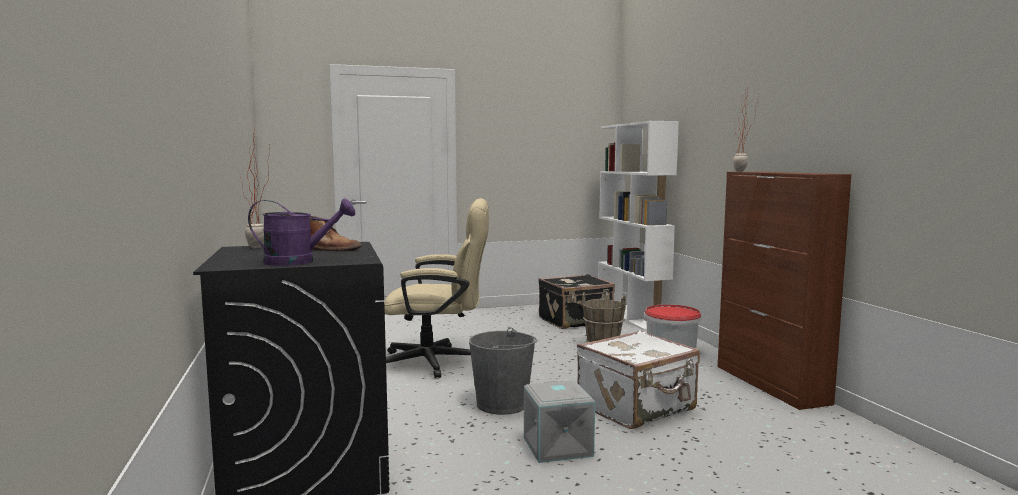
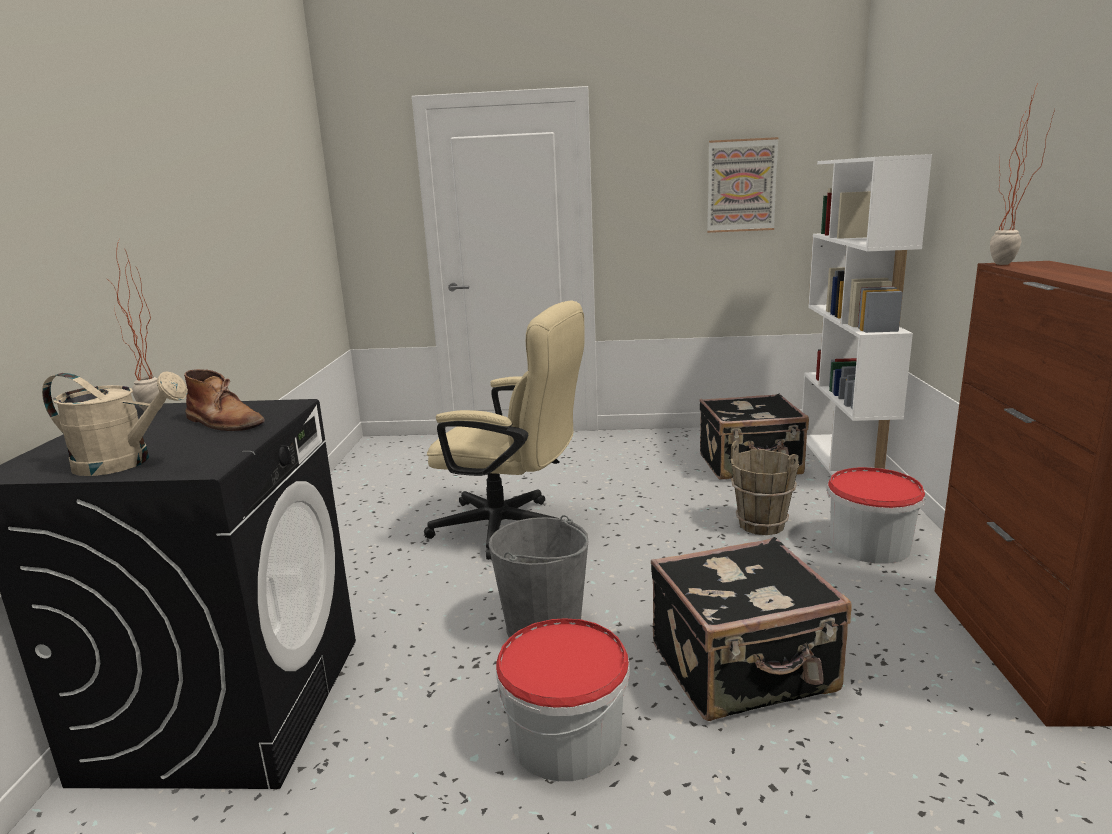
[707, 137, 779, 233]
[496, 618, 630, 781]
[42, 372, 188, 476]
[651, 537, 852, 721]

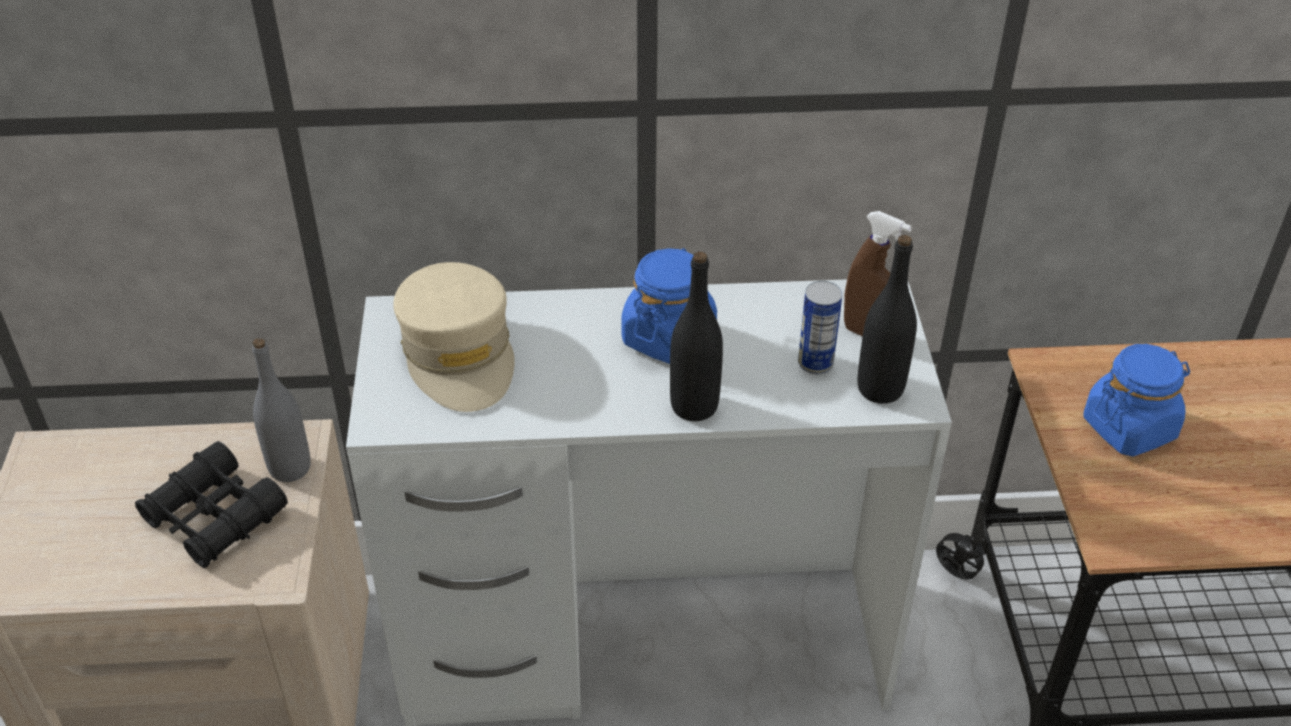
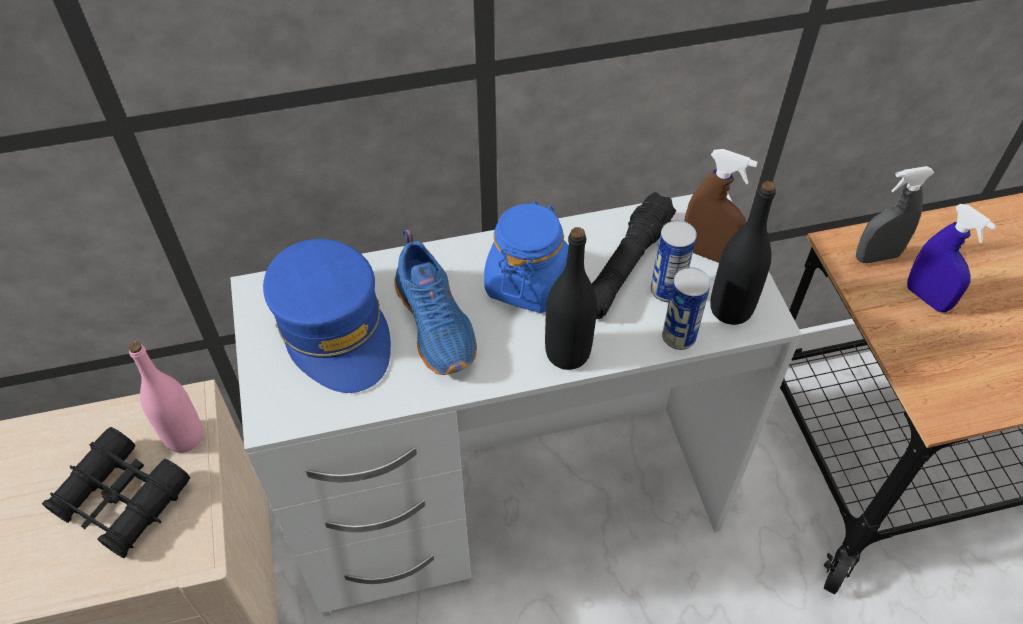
[394, 229, 477, 375]
[592, 192, 676, 319]
[662, 267, 711, 350]
[856, 166, 934, 264]
[907, 204, 996, 313]
[129, 342, 203, 453]
[263, 239, 391, 393]

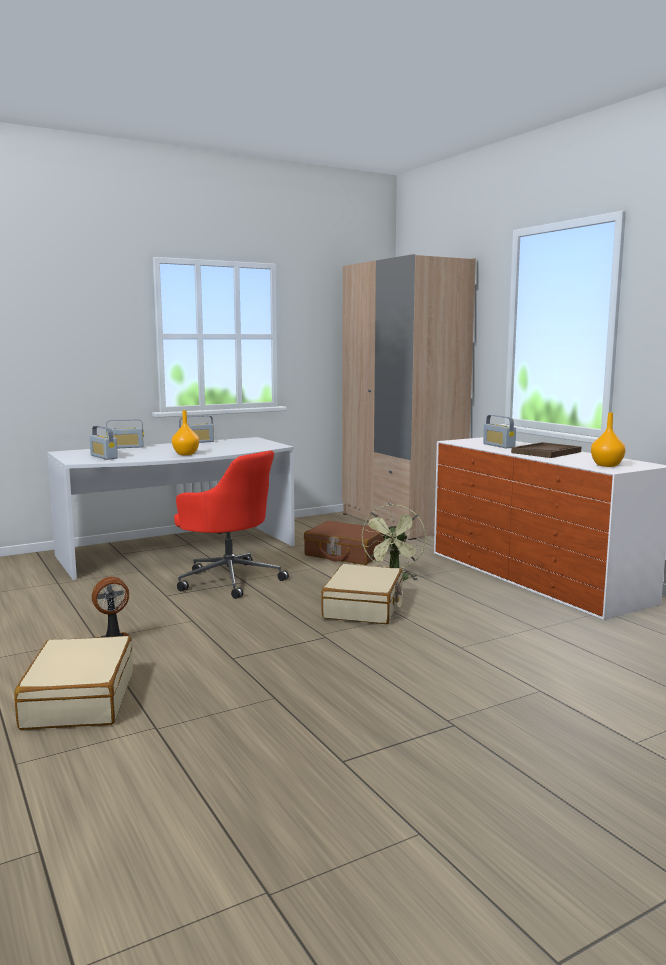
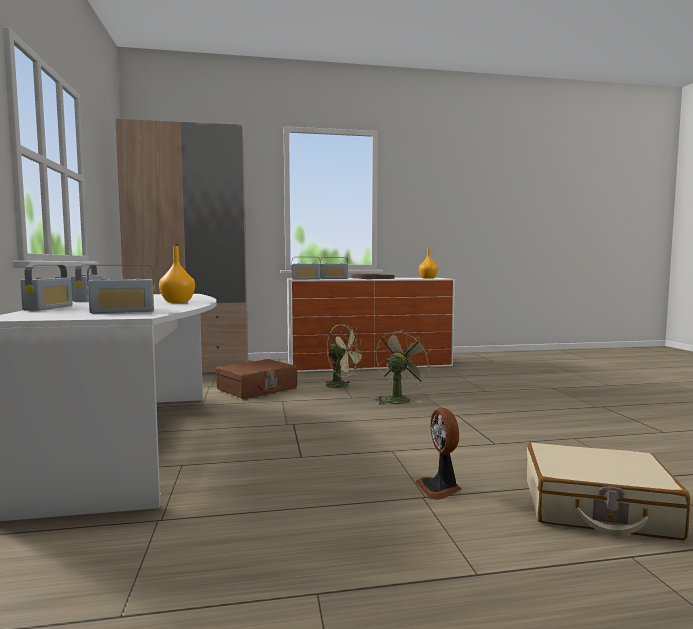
[174, 450, 289, 599] (first image)
[291, 257, 321, 279]
[375, 329, 430, 405]

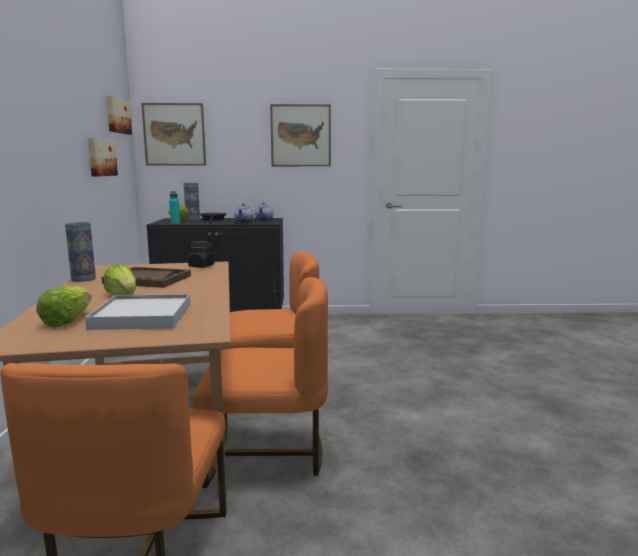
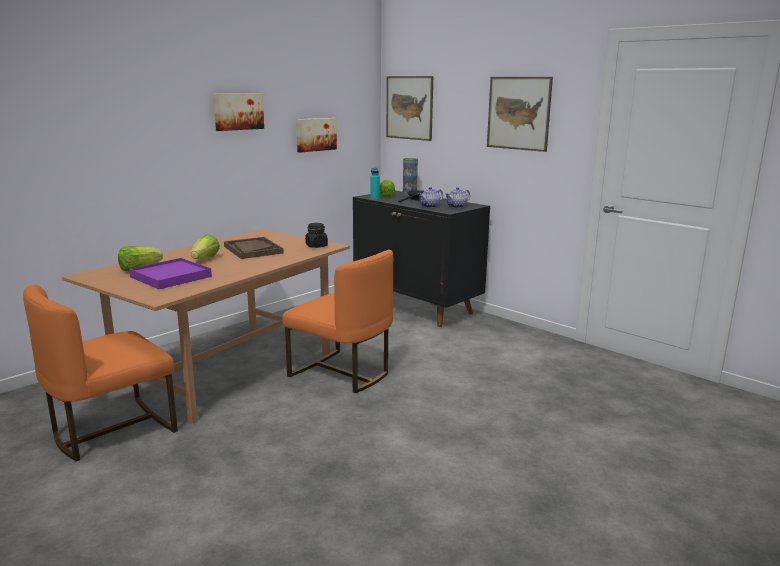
[65, 222, 96, 282] (first image)
[193, 277, 328, 488] (first image)
[213, 93, 264, 131]
[129, 258, 212, 289]

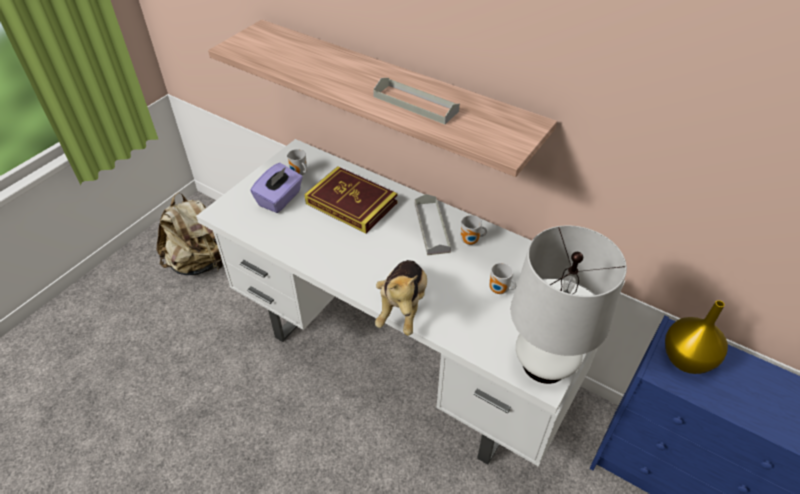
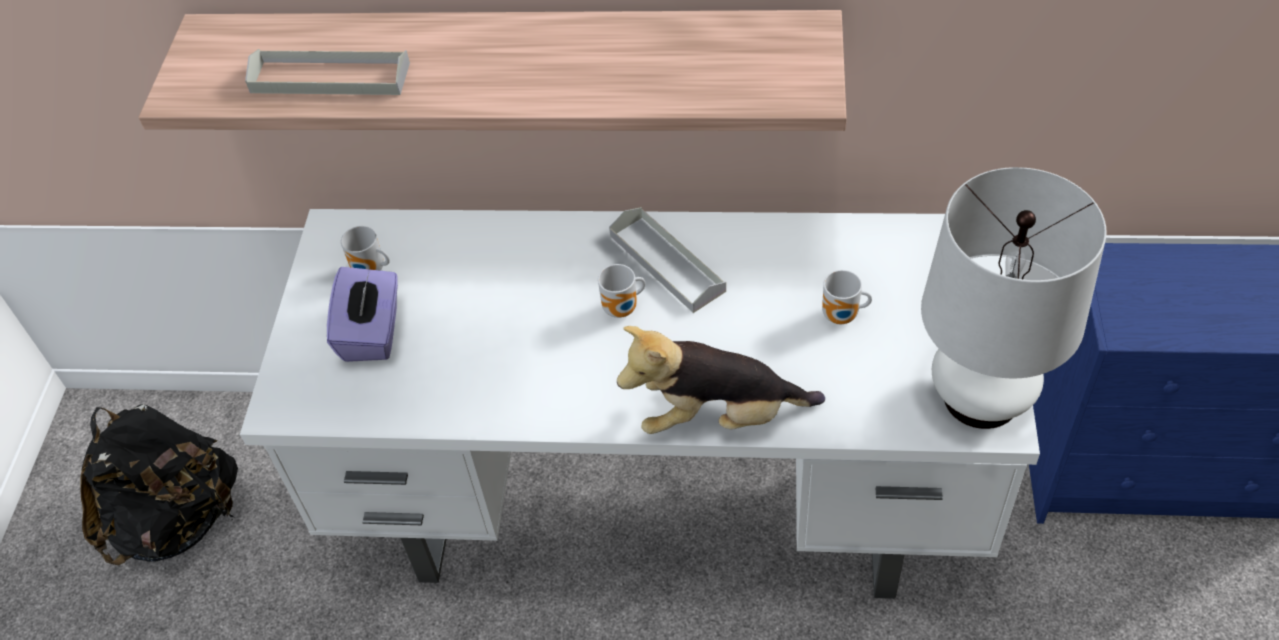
[304, 166, 397, 234] (first image)
[665, 300, 728, 374] (first image)
[245, 49, 410, 95]
[598, 264, 646, 318]
[80, 404, 238, 565]
[617, 326, 825, 434]

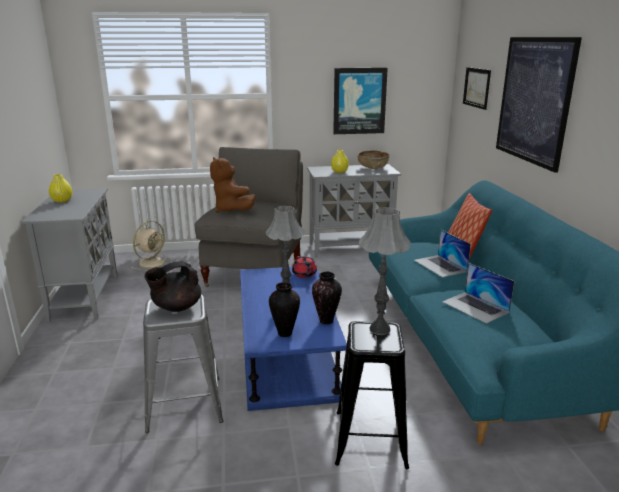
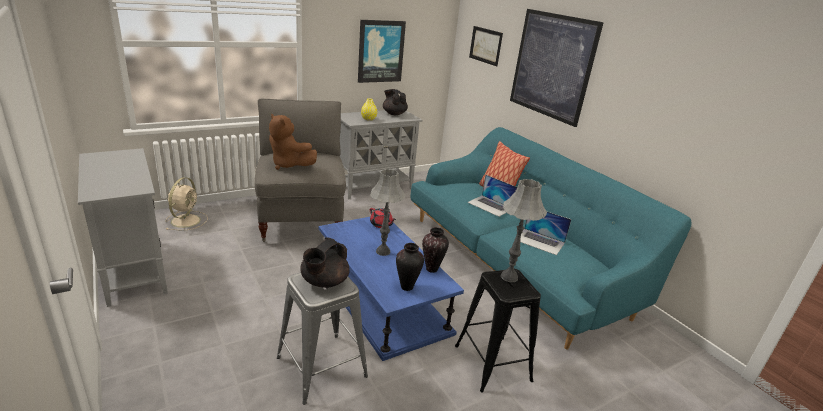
[49, 174, 72, 203] (first image)
[383, 89, 408, 115]

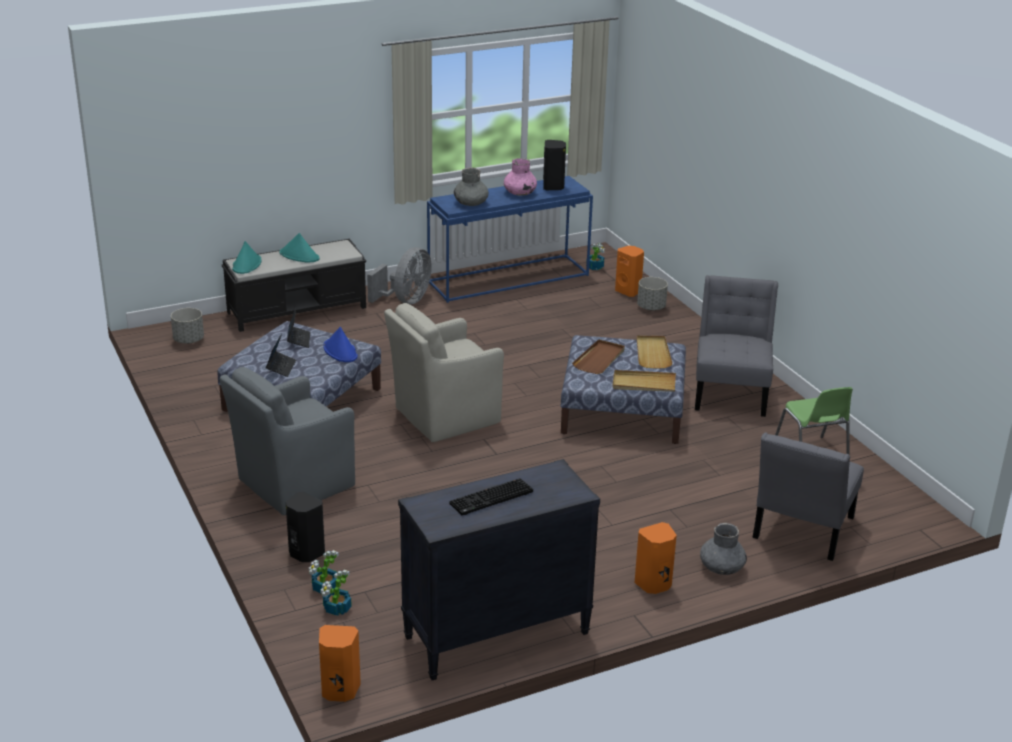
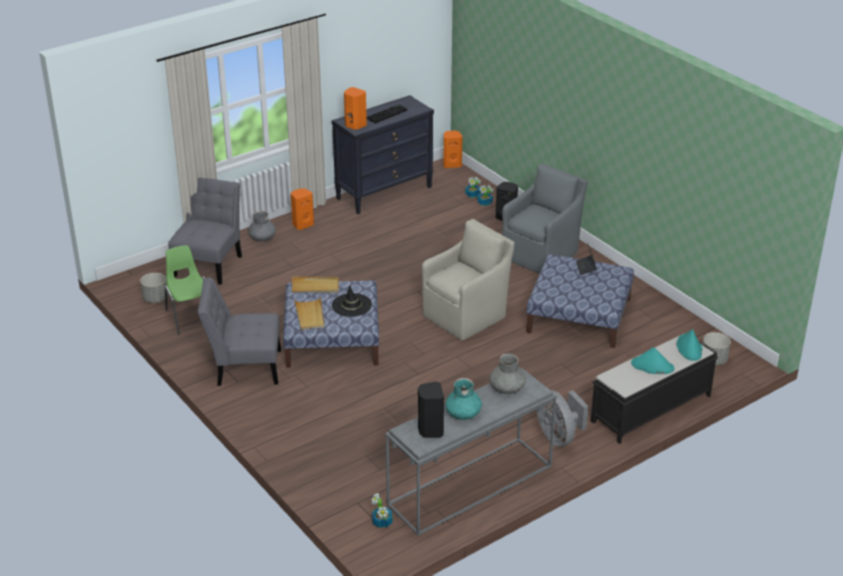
[287, 308, 310, 348] (first image)
[323, 327, 358, 362] (first image)
[344, 87, 367, 130]
[140, 273, 168, 303]
[332, 286, 372, 317]
[386, 368, 556, 536]
[445, 378, 482, 420]
[537, 390, 589, 447]
[198, 277, 281, 386]

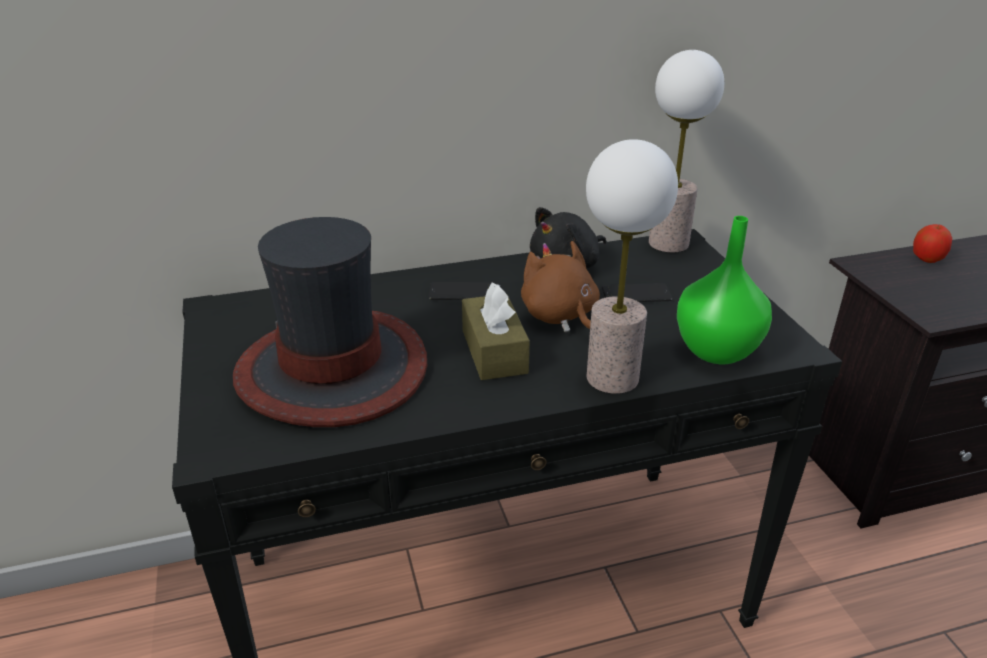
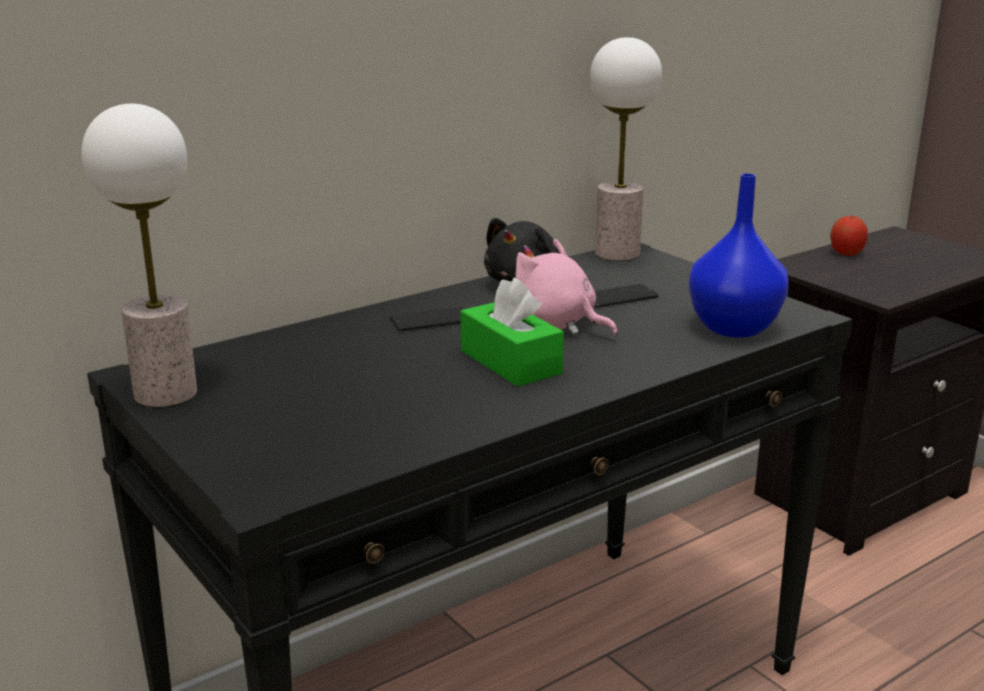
[233, 217, 427, 427] (first image)
[81, 104, 197, 407]
[461, 278, 564, 386]
[516, 239, 618, 336]
[689, 173, 789, 338]

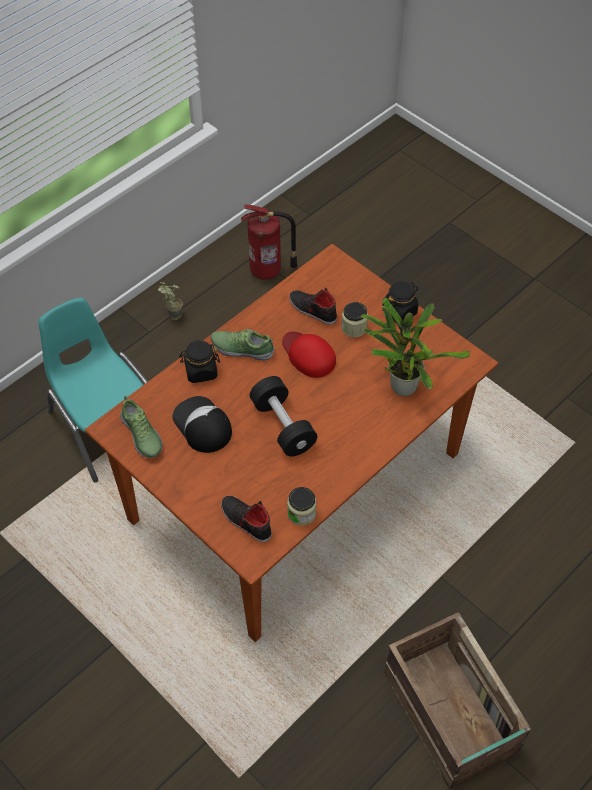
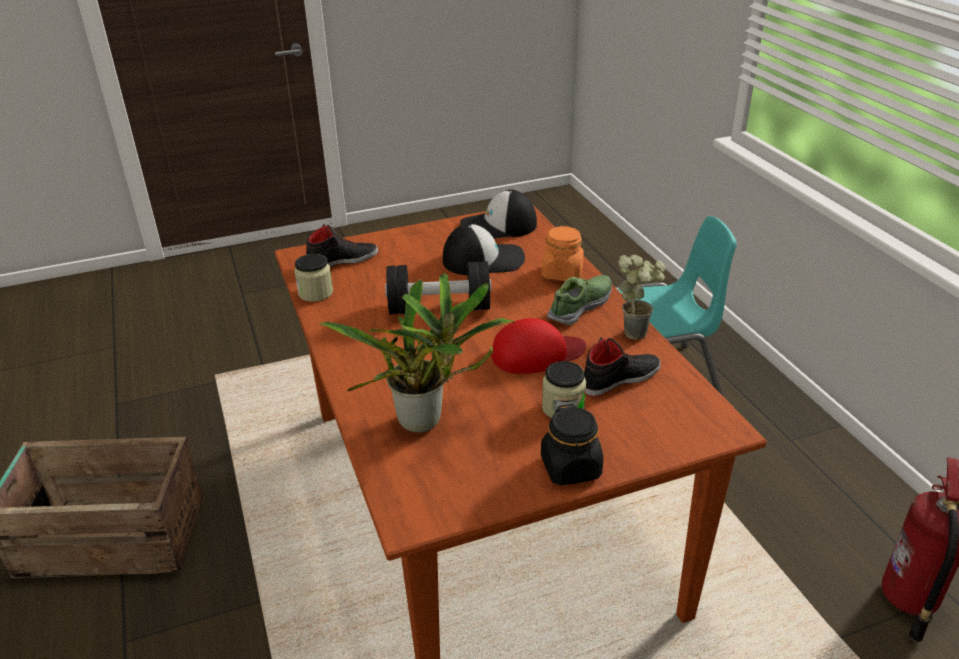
[618, 255, 665, 340]
[460, 189, 537, 239]
[542, 226, 584, 281]

